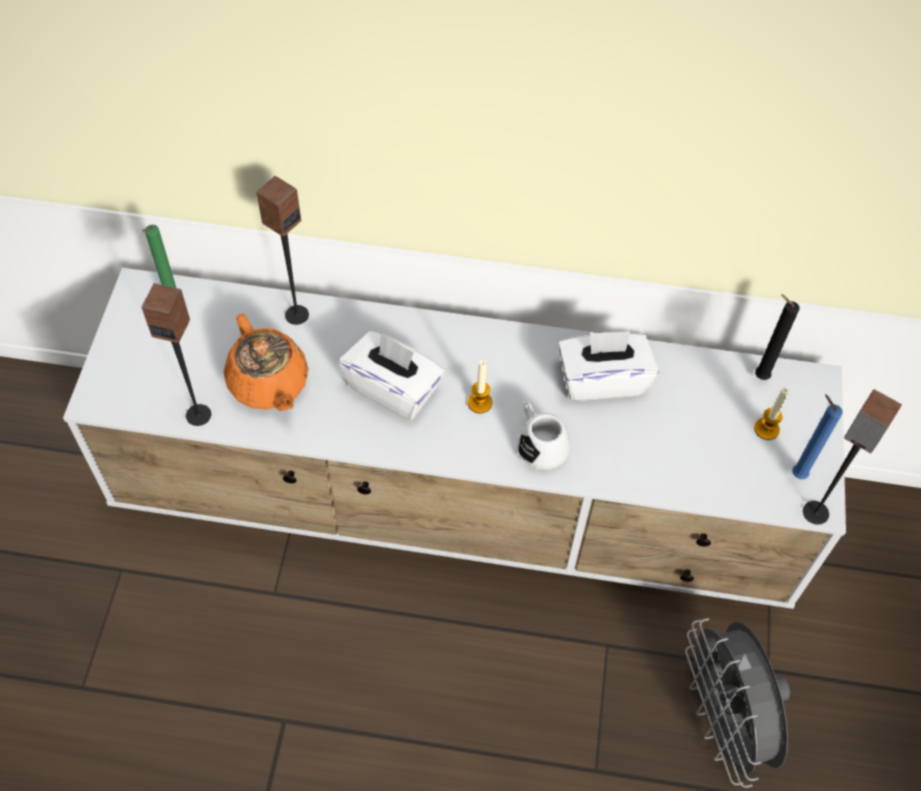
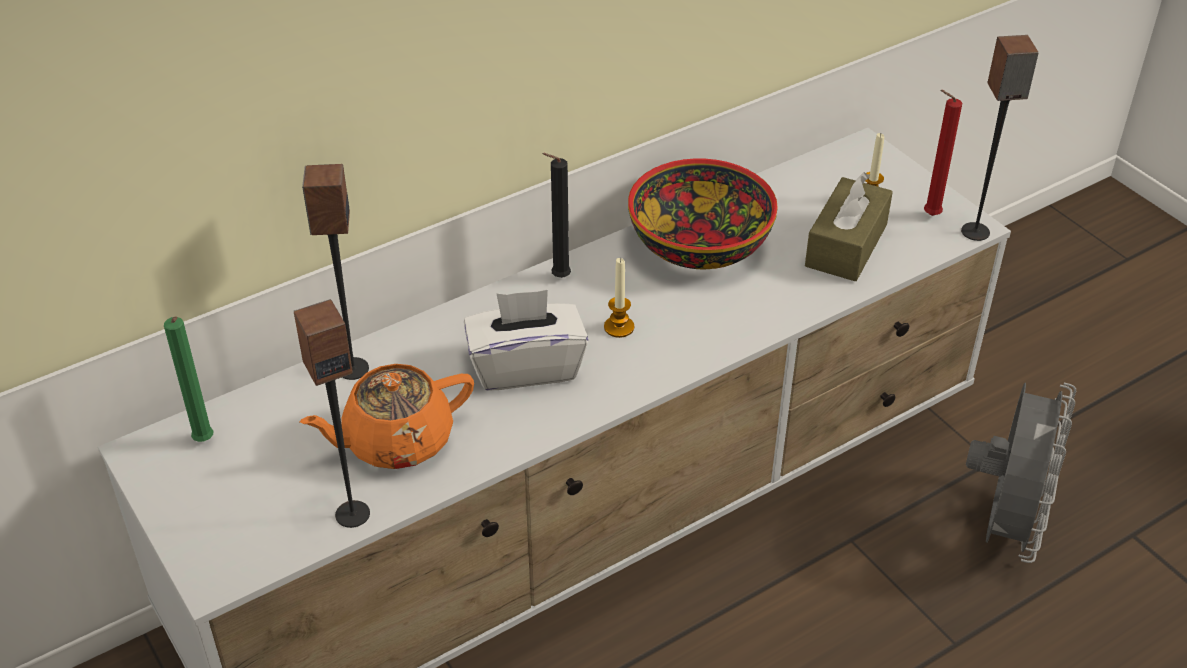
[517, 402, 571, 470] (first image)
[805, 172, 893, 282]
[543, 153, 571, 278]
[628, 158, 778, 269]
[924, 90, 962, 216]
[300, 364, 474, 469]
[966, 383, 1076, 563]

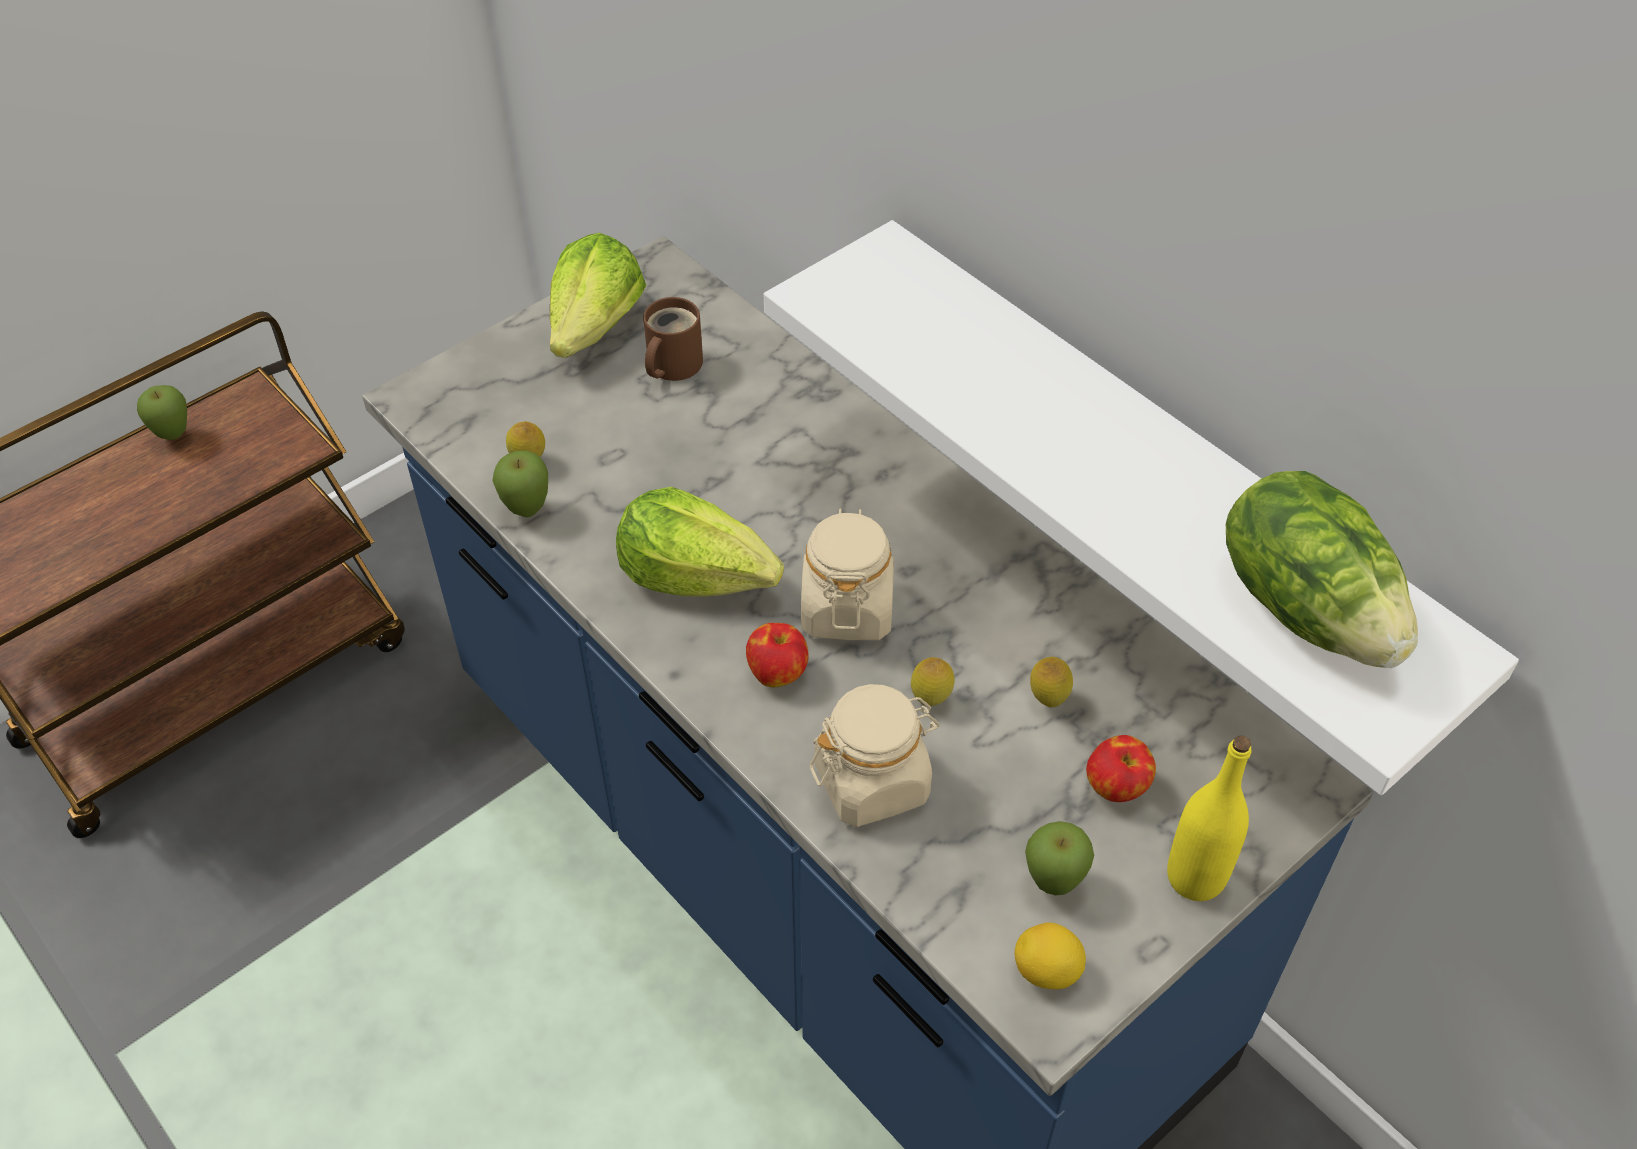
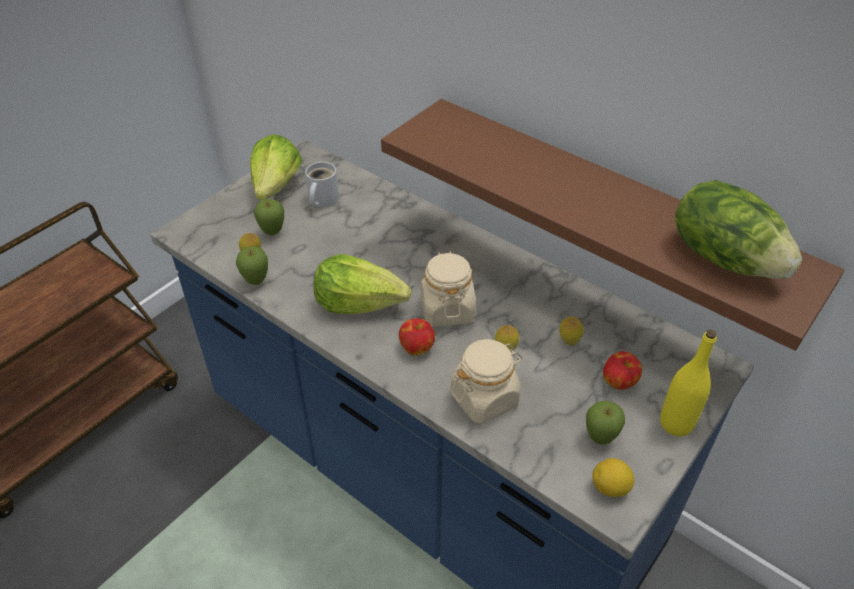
[254, 199, 284, 235]
[305, 162, 339, 207]
[381, 99, 844, 351]

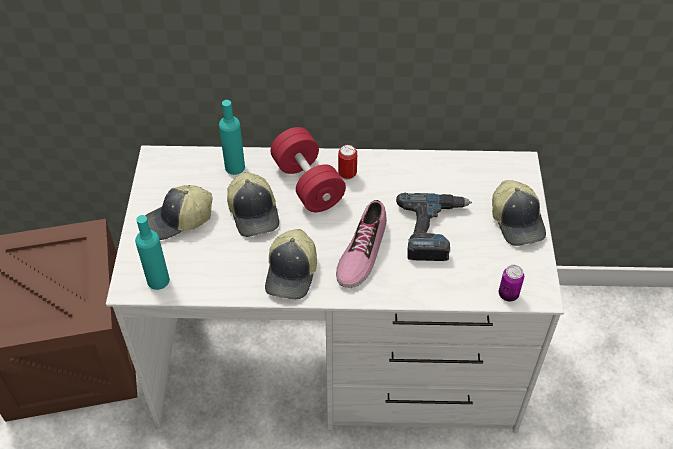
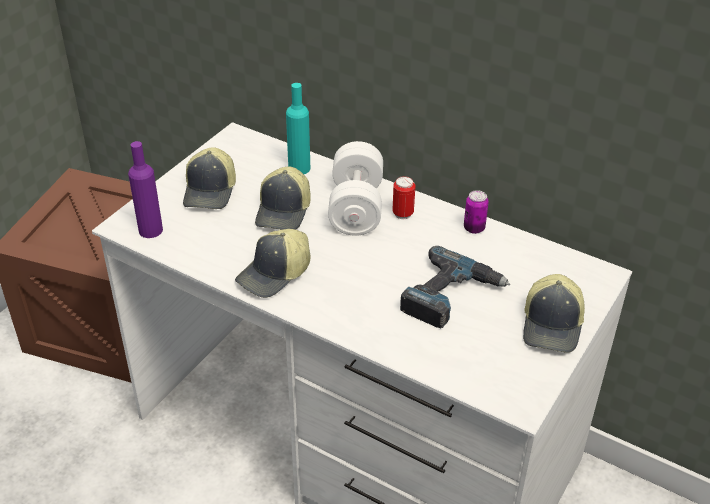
[336, 200, 387, 288] (first image)
[464, 190, 489, 234]
[128, 141, 163, 238]
[328, 141, 383, 236]
[183, 147, 236, 209]

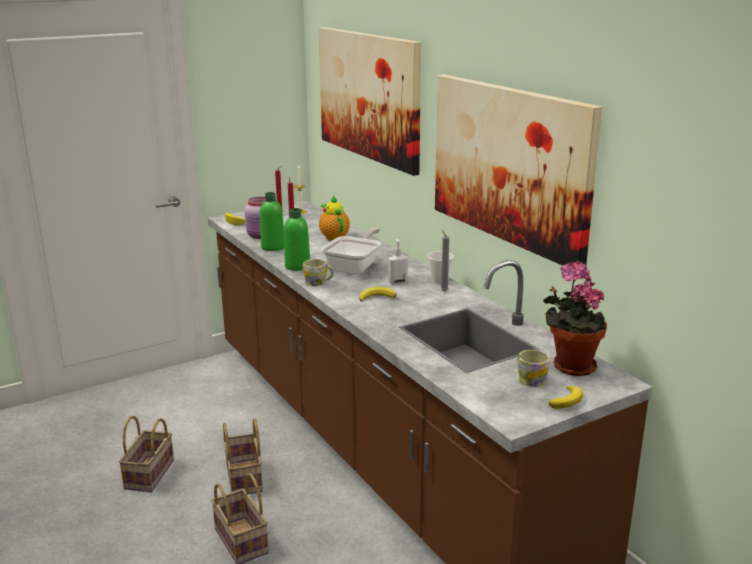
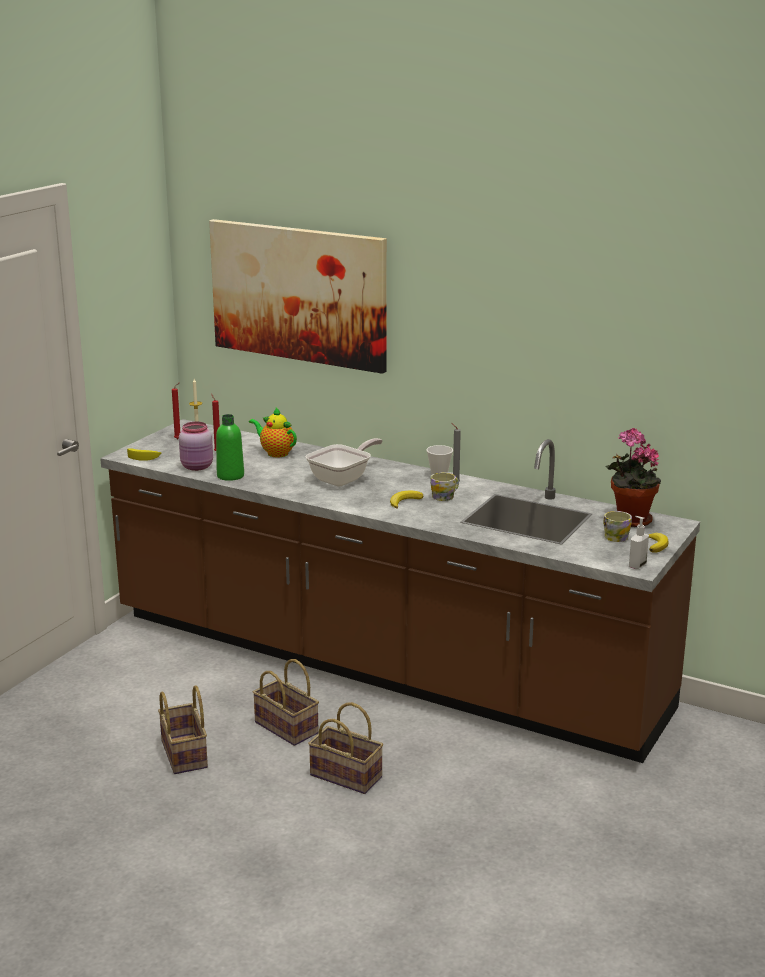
[284, 208, 310, 271] (first image)
[435, 74, 602, 266] (first image)
[430, 472, 459, 501]
[629, 516, 649, 569]
[306, 438, 383, 486]

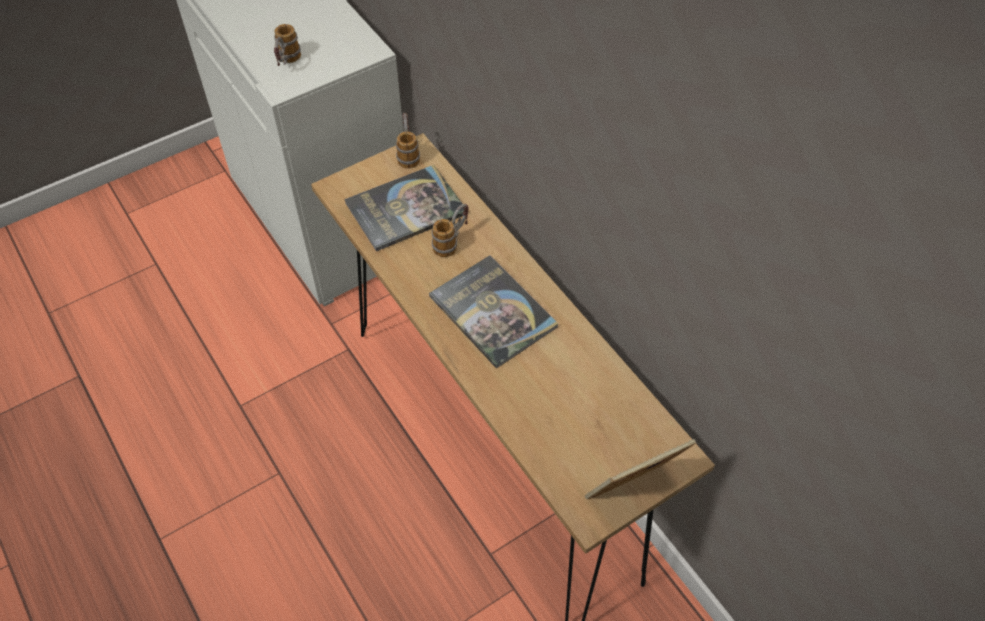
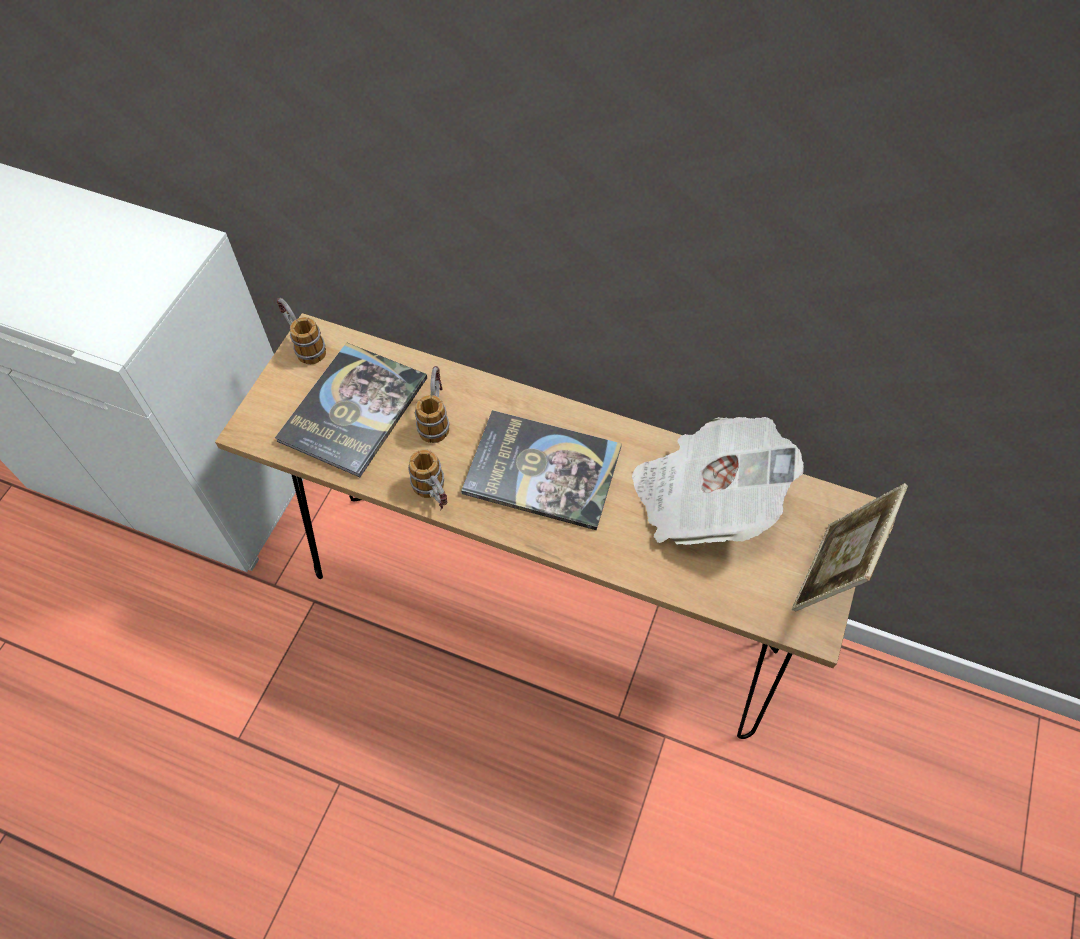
[632, 417, 804, 545]
[408, 449, 447, 510]

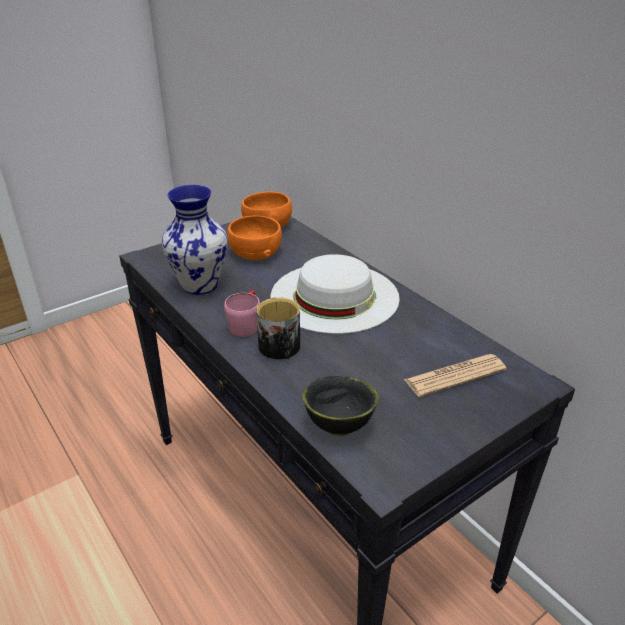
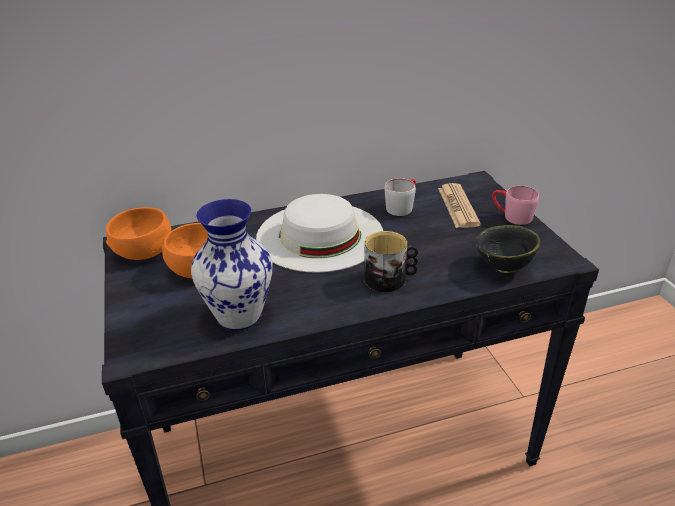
[385, 178, 416, 216]
[492, 186, 539, 225]

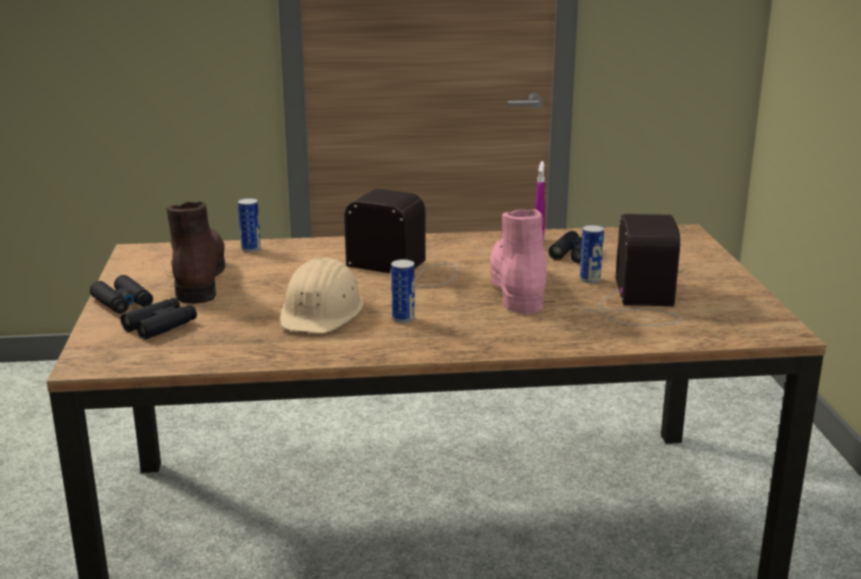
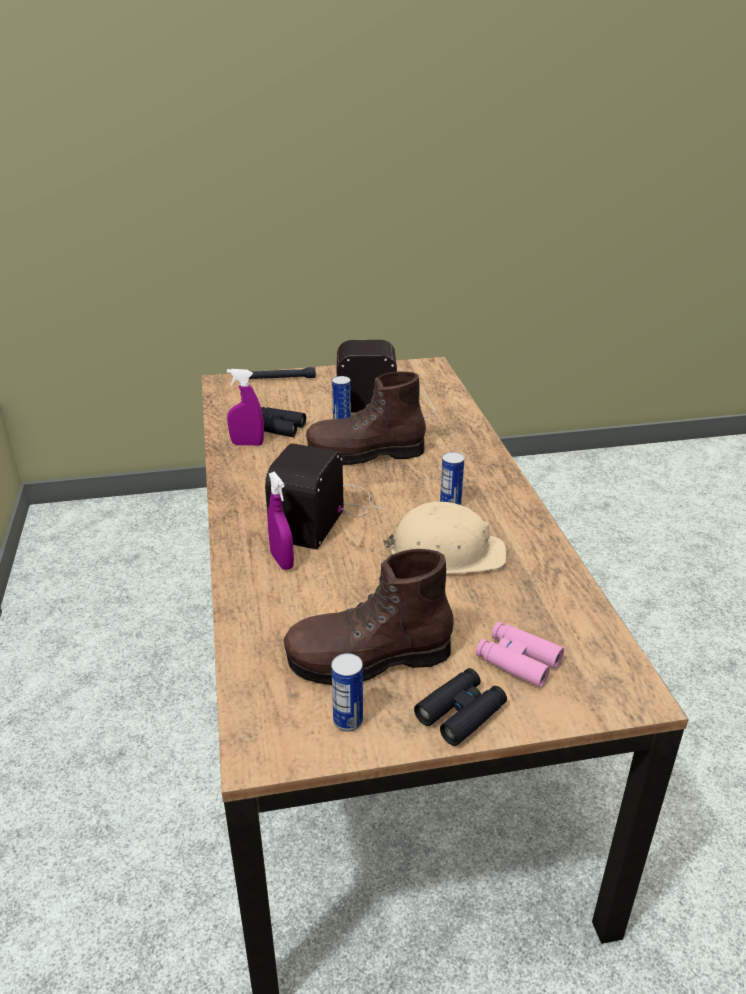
[249, 367, 316, 379]
[268, 472, 294, 570]
[331, 653, 363, 732]
[476, 622, 564, 688]
[306, 371, 426, 465]

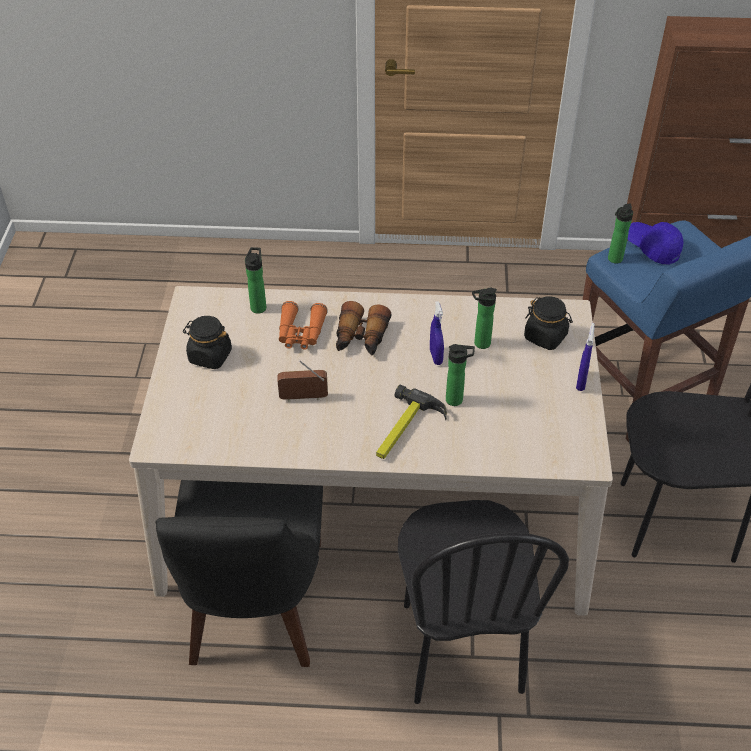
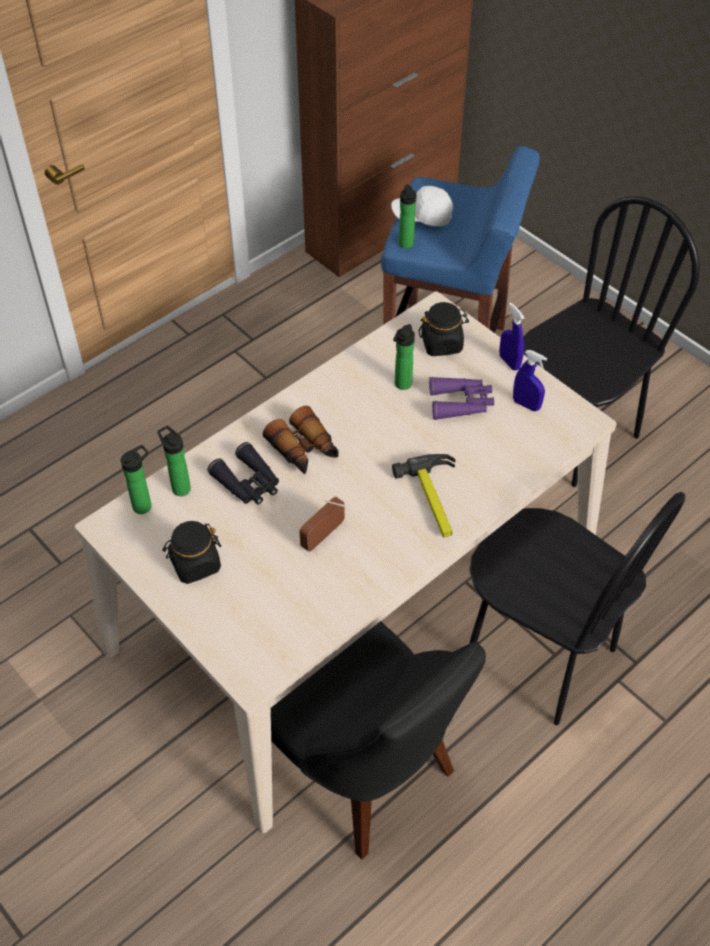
[429, 377, 494, 420]
[513, 350, 547, 411]
[120, 445, 152, 514]
[207, 442, 279, 505]
[391, 186, 453, 227]

